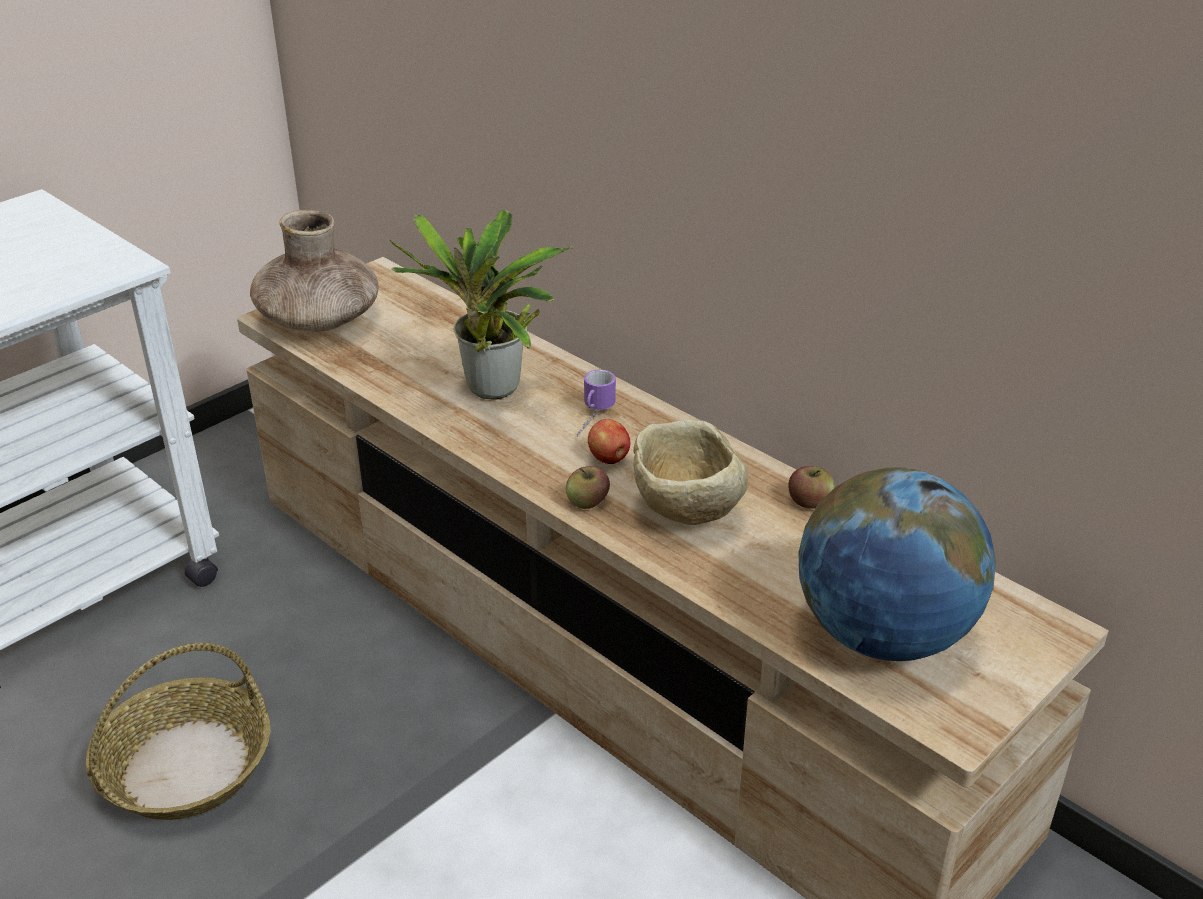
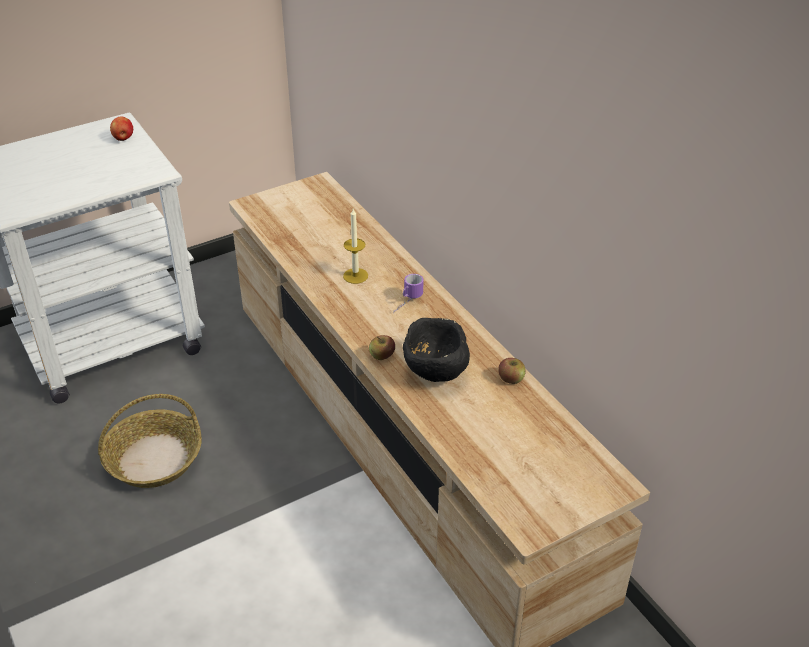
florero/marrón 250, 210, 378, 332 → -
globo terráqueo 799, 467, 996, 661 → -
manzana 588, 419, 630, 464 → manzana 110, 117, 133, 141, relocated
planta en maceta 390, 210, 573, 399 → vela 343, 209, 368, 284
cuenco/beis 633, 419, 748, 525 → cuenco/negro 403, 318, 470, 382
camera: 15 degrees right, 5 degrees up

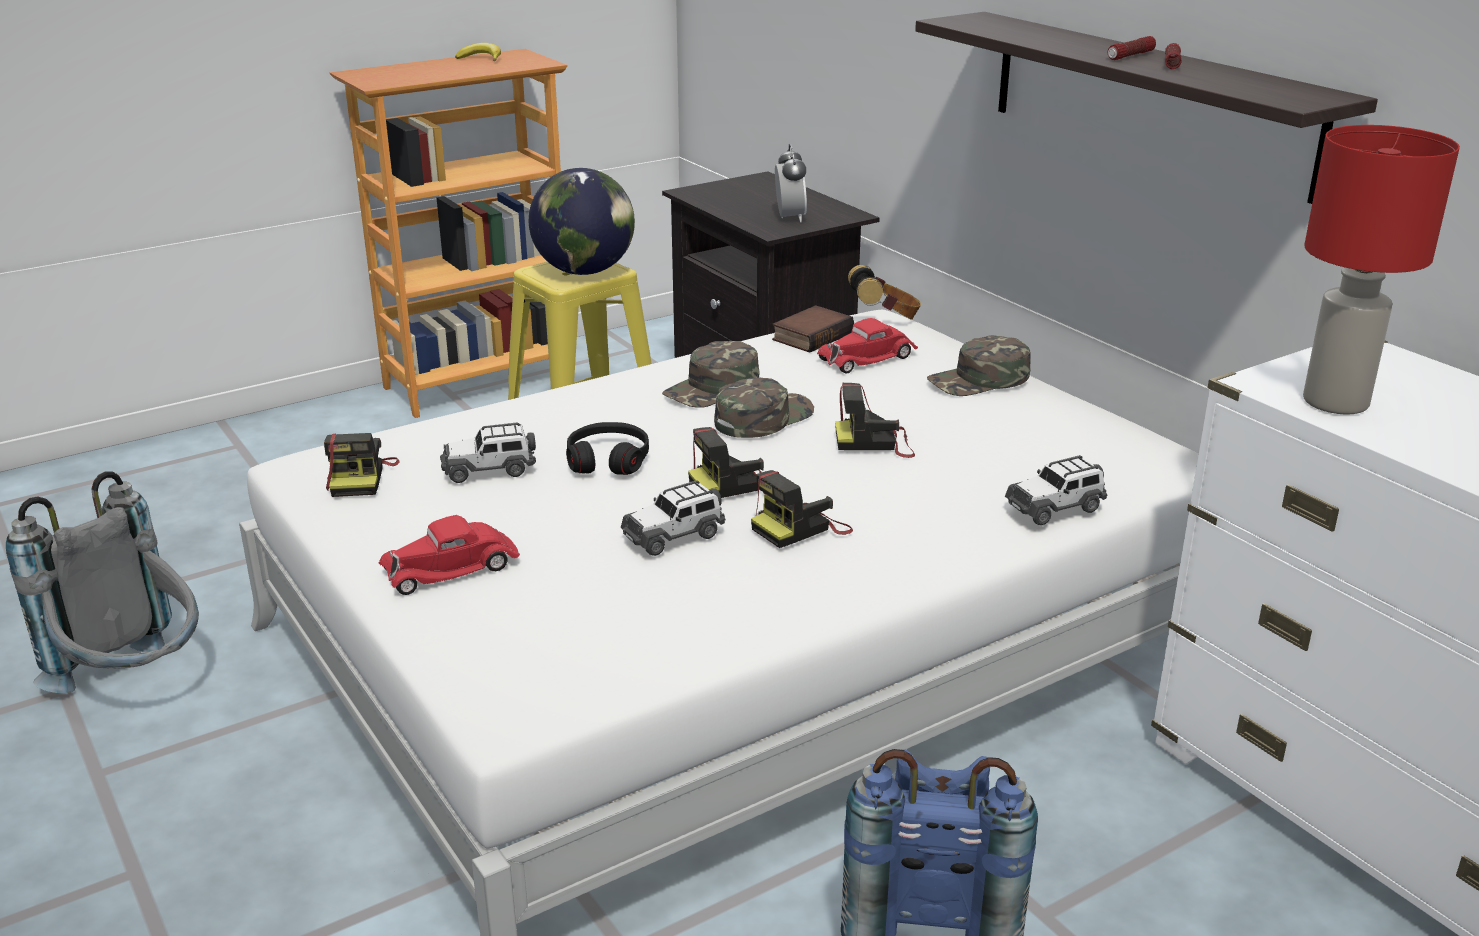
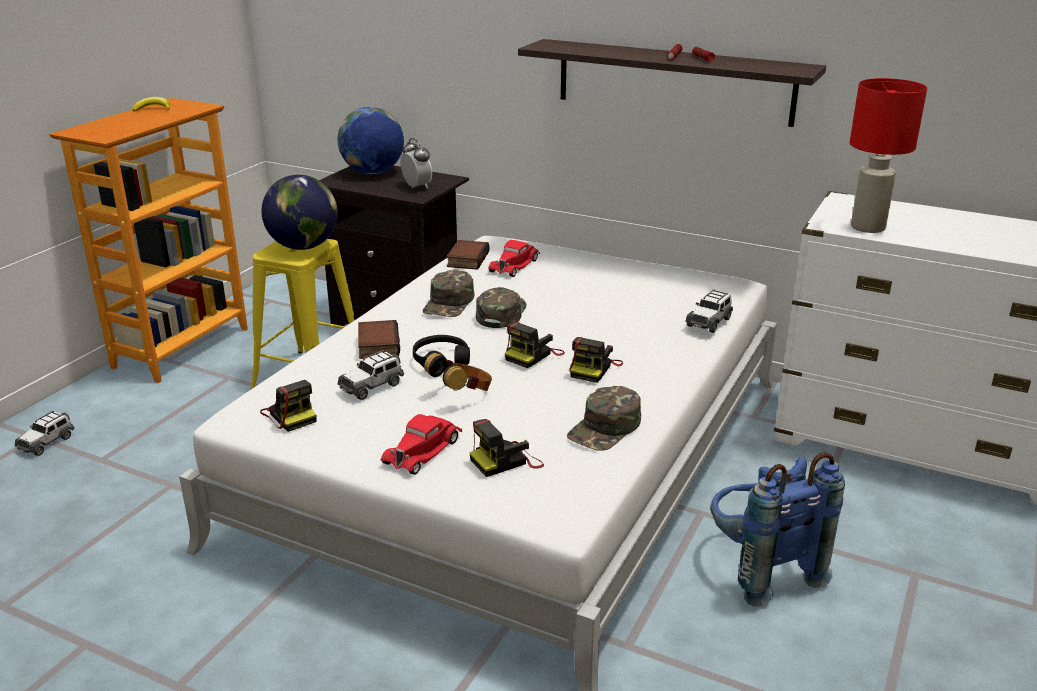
mochila/gris 6, 471, 199, 693 → -
- → globo terráqueo 338, 107, 404, 174
- → libro 358, 320, 400, 359
coche de juguete 621, 480, 726, 556 → coche de juguete 15, 411, 75, 456, relocated
cámara 835, 383, 915, 458 → cámara 470, 419, 544, 477, relocated
auriculares 848, 265, 921, 320 → auriculares 424, 353, 492, 391, relocated
gorra/verde 927, 335, 1031, 396 → gorra/verde 567, 386, 641, 451, relocated
camera: 30 degrees left, 0 degrees up

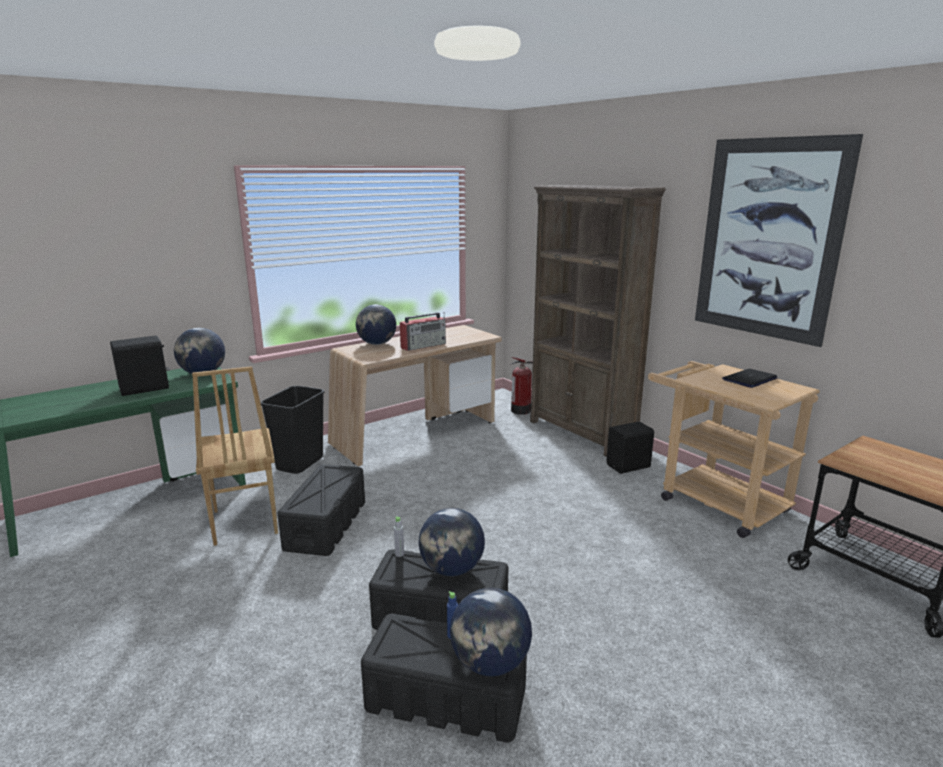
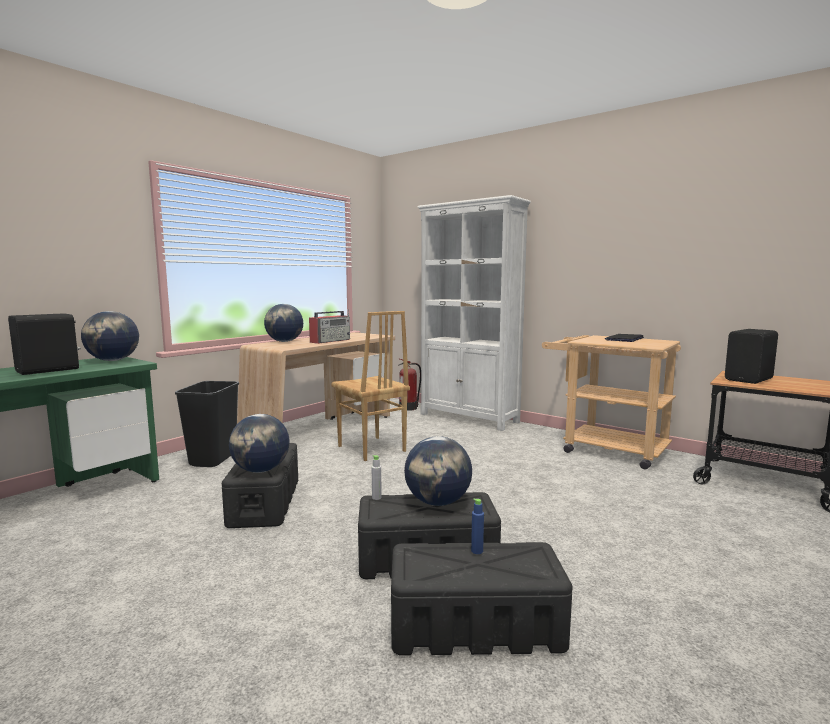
cuadro 695, 134, 863, 347 → -
silla/marrón 192, 366, 278, 546 → silla/marrón 331, 311, 410, 461, relocated
globo terráqueo 450, 588, 532, 676 → globo terráqueo 229, 414, 290, 473, relocated
altavoz/negro 606, 421, 654, 474 → altavoz/negro 725, 329, 778, 384, relocated
estantería/marrón 530, 185, 666, 457 → estantería/blanco 417, 195, 531, 431
camera: 15 degrees left, 10 degrees down

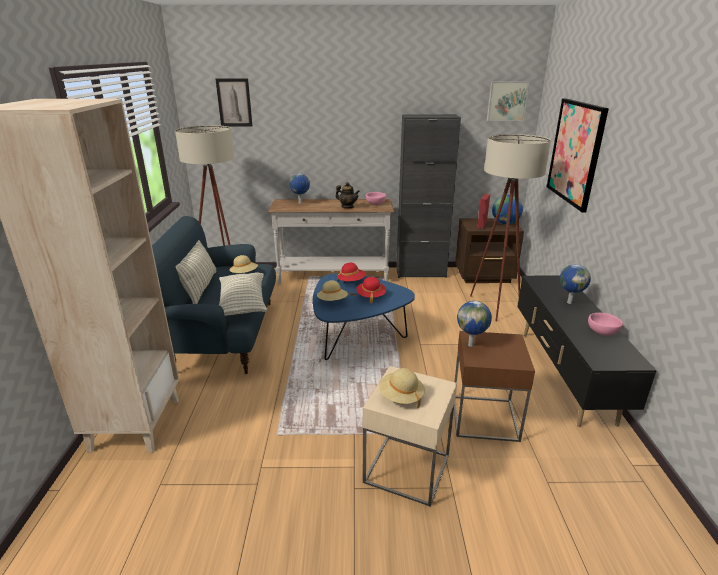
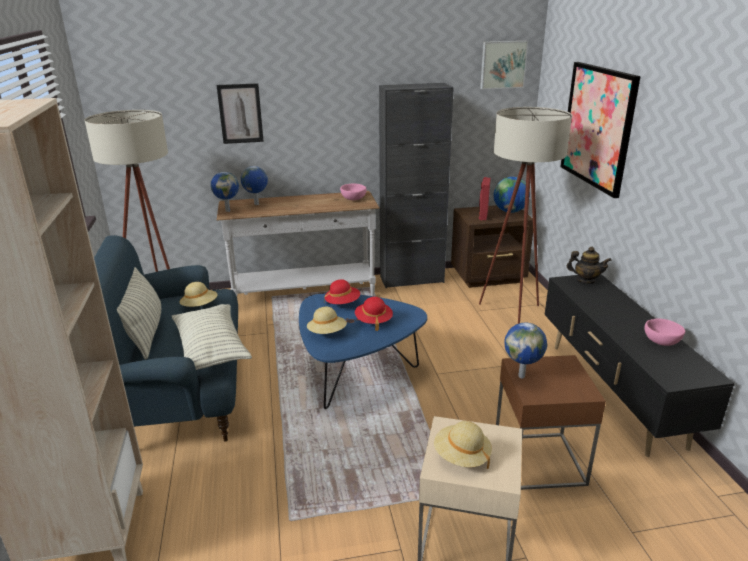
cuadro 215, 78, 252, 127 → cuadro 217, 83, 264, 144, relocated
tetera 335, 182, 360, 208 → tetera 567, 247, 612, 284, relocated
globo terráqueo 560, 264, 591, 304 → globo terráqueo 211, 172, 239, 212, relocated
camera: 10 degrees left, 0 degrees up

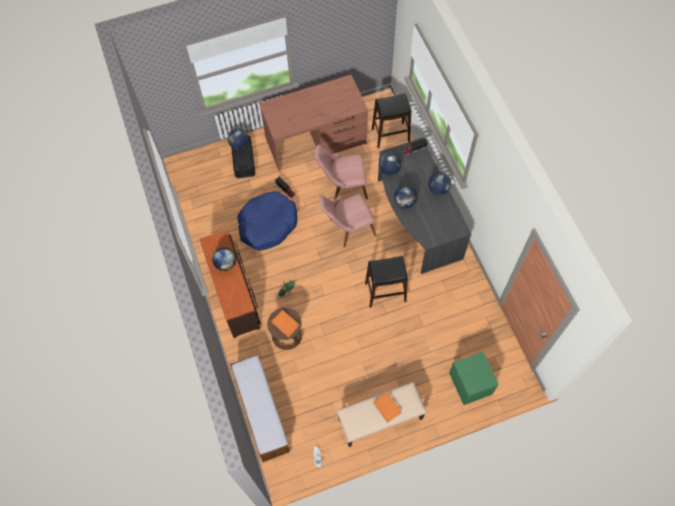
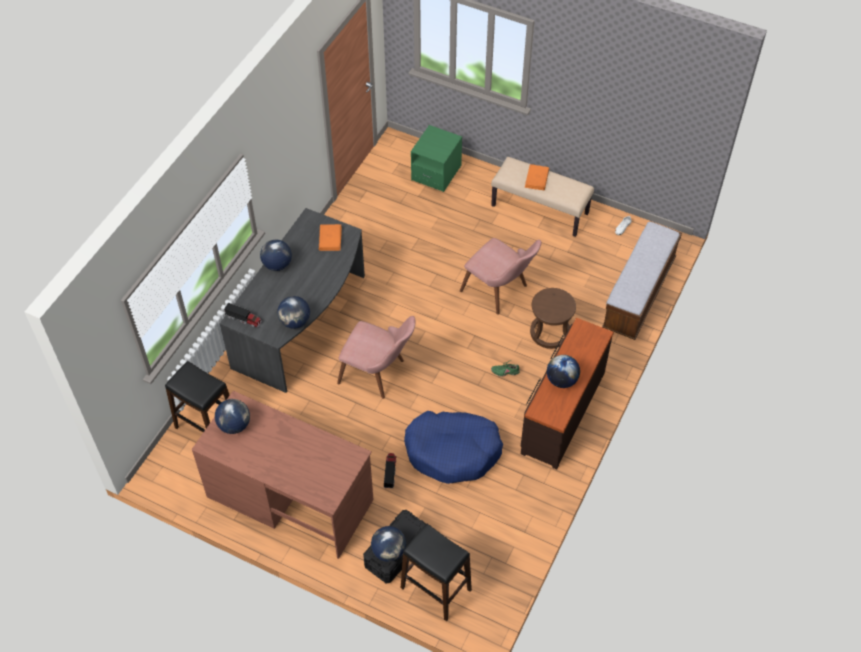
libro/naranja 272, 310, 300, 337 → libro/naranja 319, 224, 342, 251, relocated
silla/rosa 315, 144, 368, 200 → silla/rosa 460, 238, 542, 315, relocated
taburete/negro 365, 256, 408, 308 → taburete/negro 401, 524, 472, 621, relocated
globo terráqueo 394, 185, 417, 209 → globo terráqueo 215, 399, 250, 434, relocated
camera: 135 degrees left, 10 degrees down

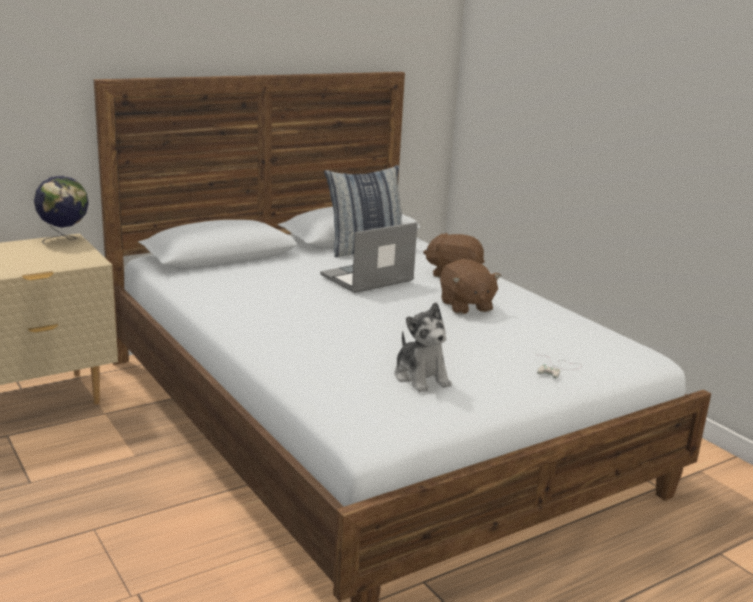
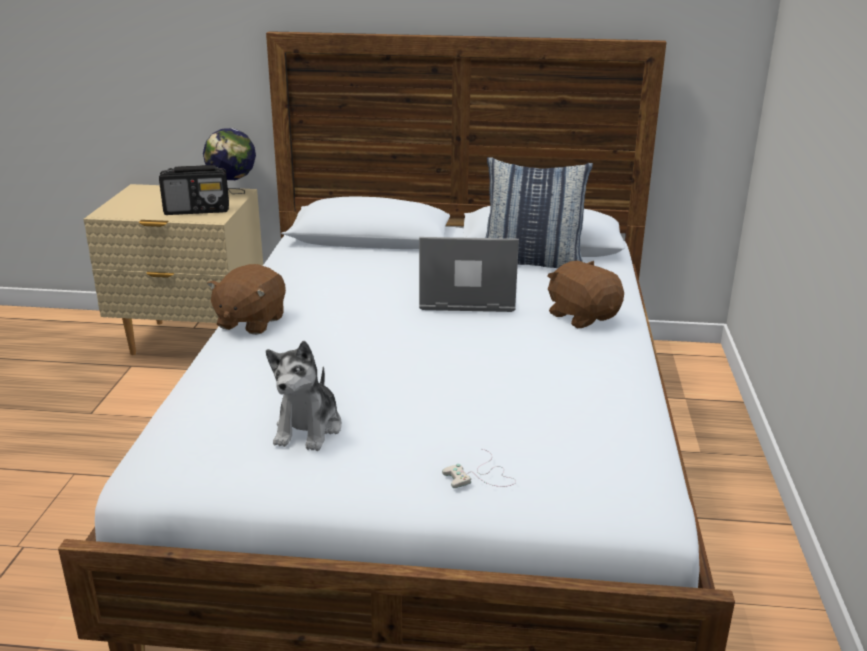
- → radio 159, 165, 229, 215
peluche/marrón 440, 259, 501, 314 → peluche/marrón 207, 264, 286, 335, relocated
camera: 40 degrees right, 5 degrees up

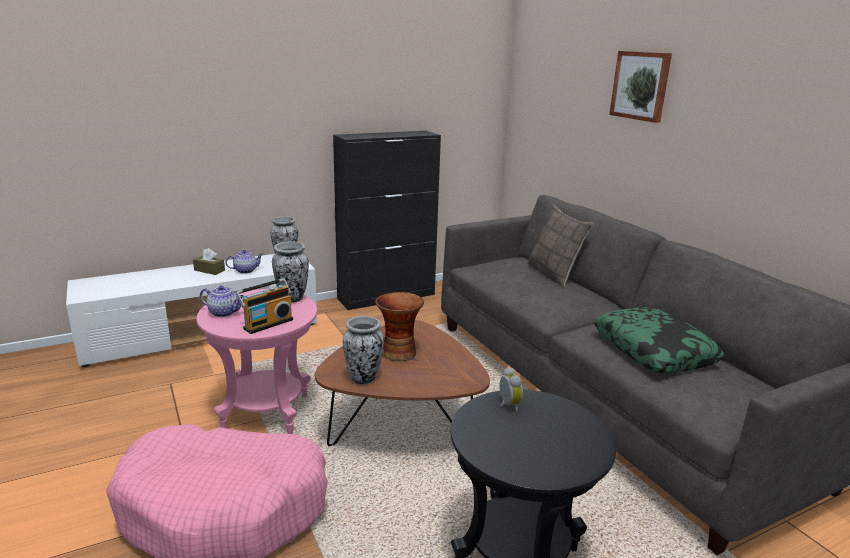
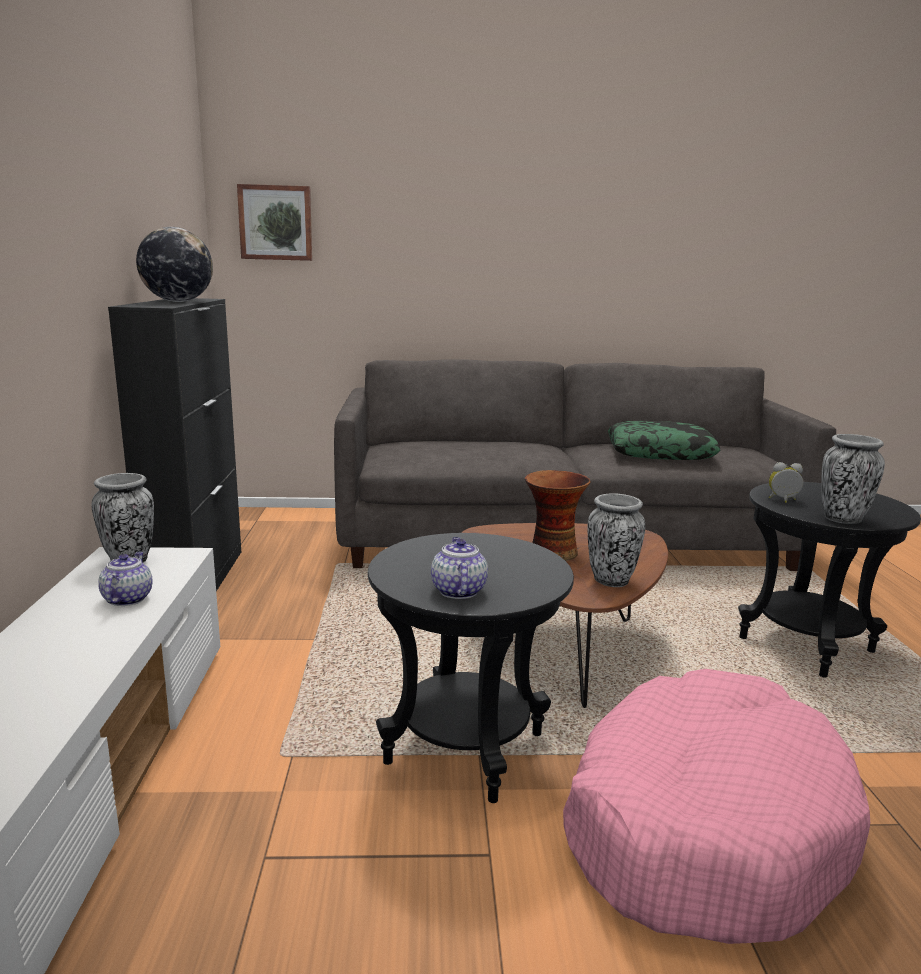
caja de pañuelos/marrón 193, 248, 225, 275 → -
radio 236, 278, 293, 334 → -
cojín 527, 205, 594, 288 → -
- → globo terráqueo 136, 227, 213, 302
florero 272, 242, 309, 303 → florero 821, 434, 885, 524, relocated
cuadro 609, 51, 672, 123 → cuadro 237, 184, 312, 261, relocated
mesa auxiliar/rosa 196, 289, 317, 434 → mesa auxiliar/negro 368, 533, 574, 803
tetera 200, 286, 244, 317 → tetera 431, 537, 488, 599, 45 degrees counterclockwise
camera: 65 degrees left, 5 degrees down

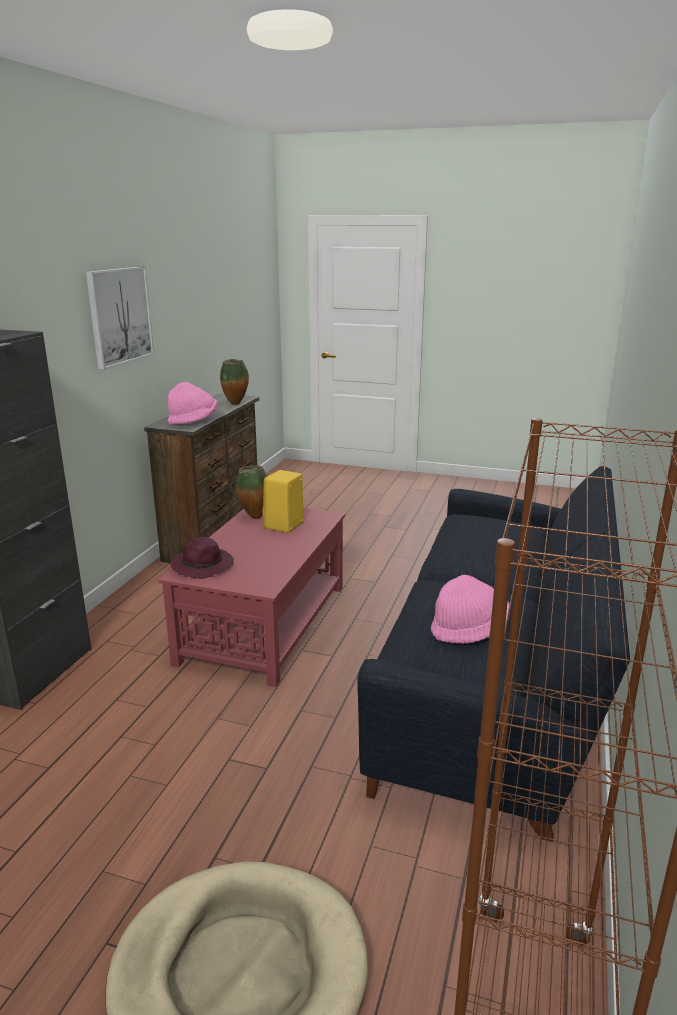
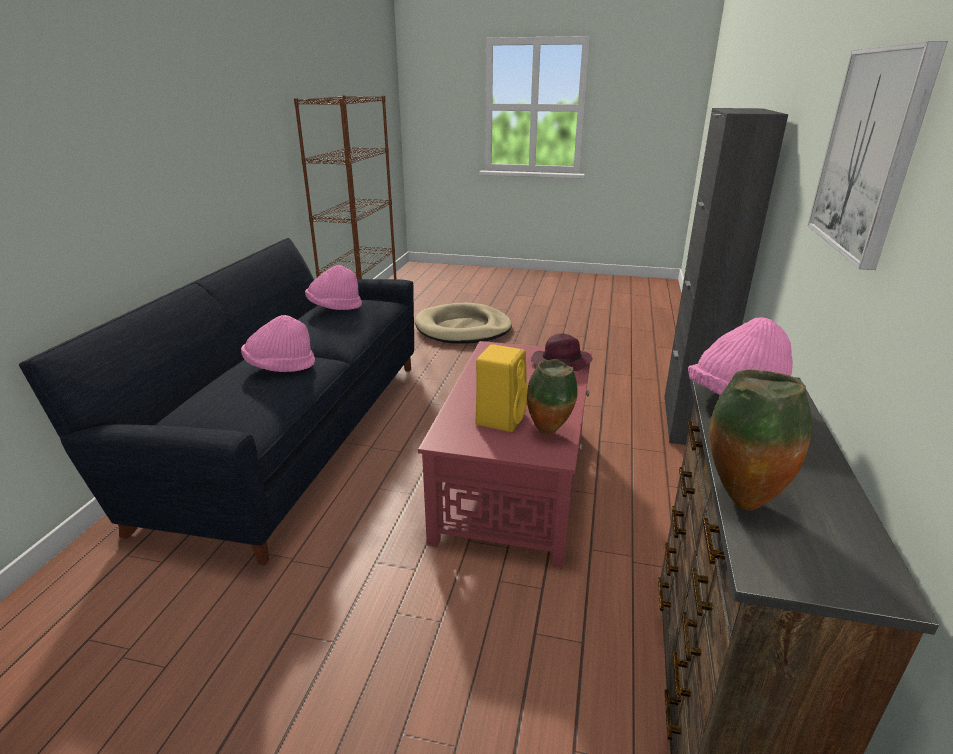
- → sombrero/rosa 241, 315, 315, 372
camera: 175 degrees right, 5 degrees up

